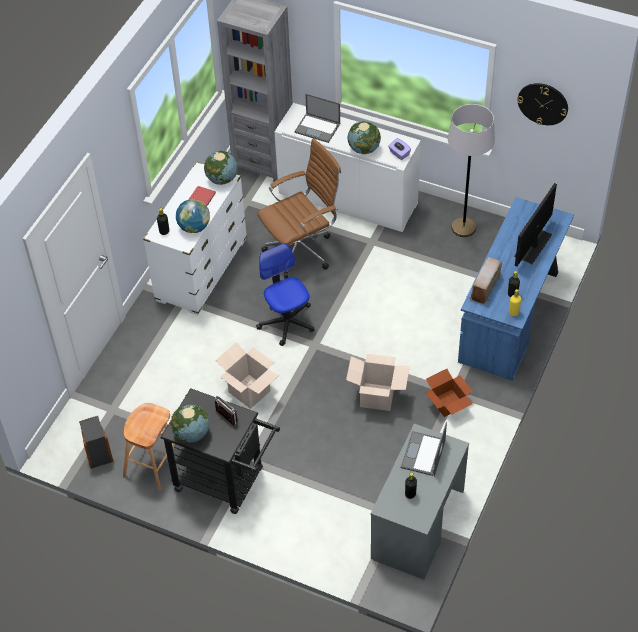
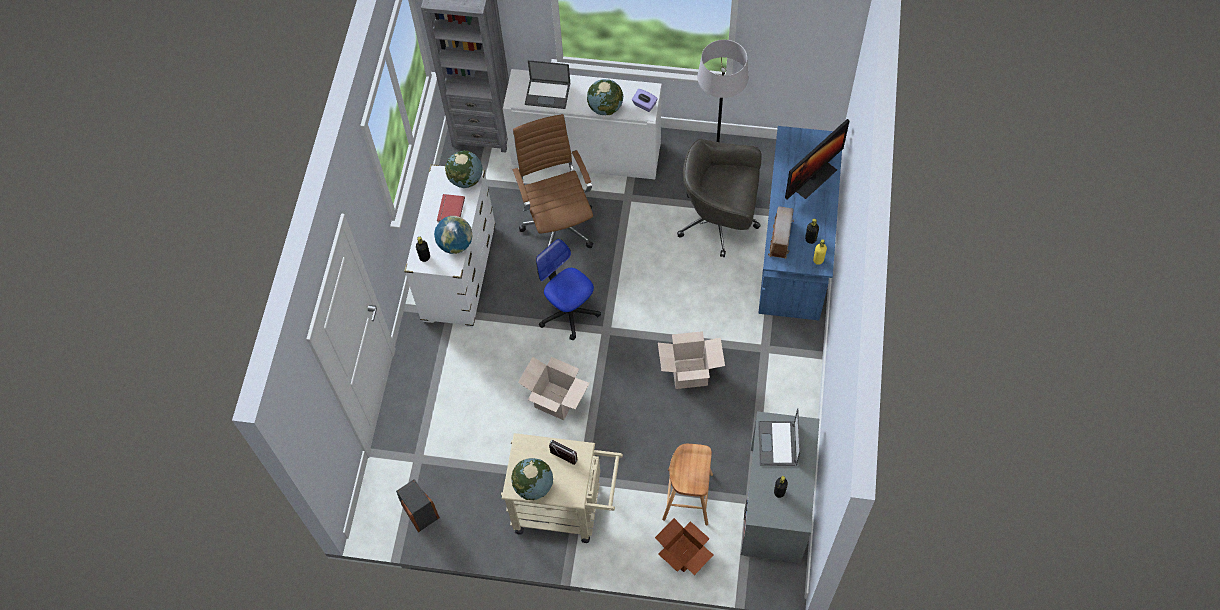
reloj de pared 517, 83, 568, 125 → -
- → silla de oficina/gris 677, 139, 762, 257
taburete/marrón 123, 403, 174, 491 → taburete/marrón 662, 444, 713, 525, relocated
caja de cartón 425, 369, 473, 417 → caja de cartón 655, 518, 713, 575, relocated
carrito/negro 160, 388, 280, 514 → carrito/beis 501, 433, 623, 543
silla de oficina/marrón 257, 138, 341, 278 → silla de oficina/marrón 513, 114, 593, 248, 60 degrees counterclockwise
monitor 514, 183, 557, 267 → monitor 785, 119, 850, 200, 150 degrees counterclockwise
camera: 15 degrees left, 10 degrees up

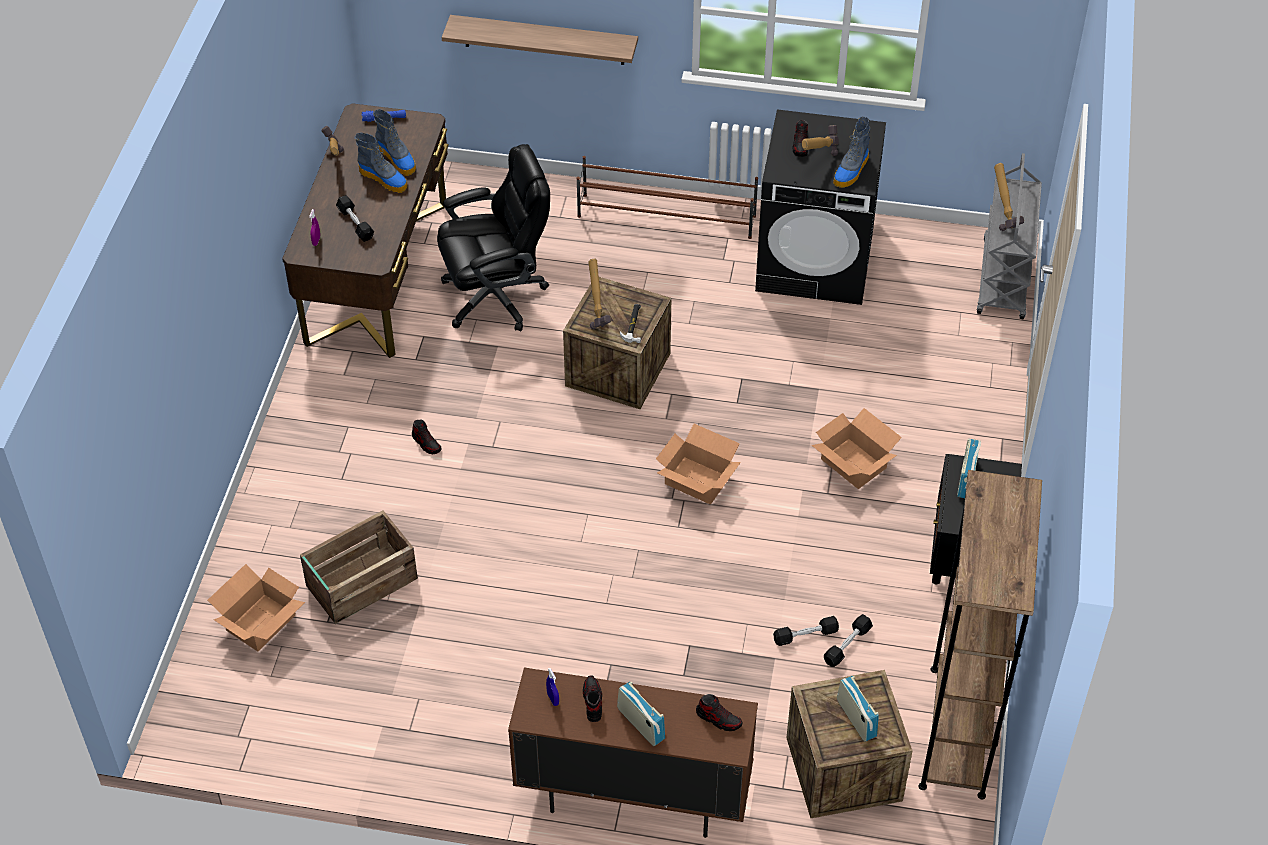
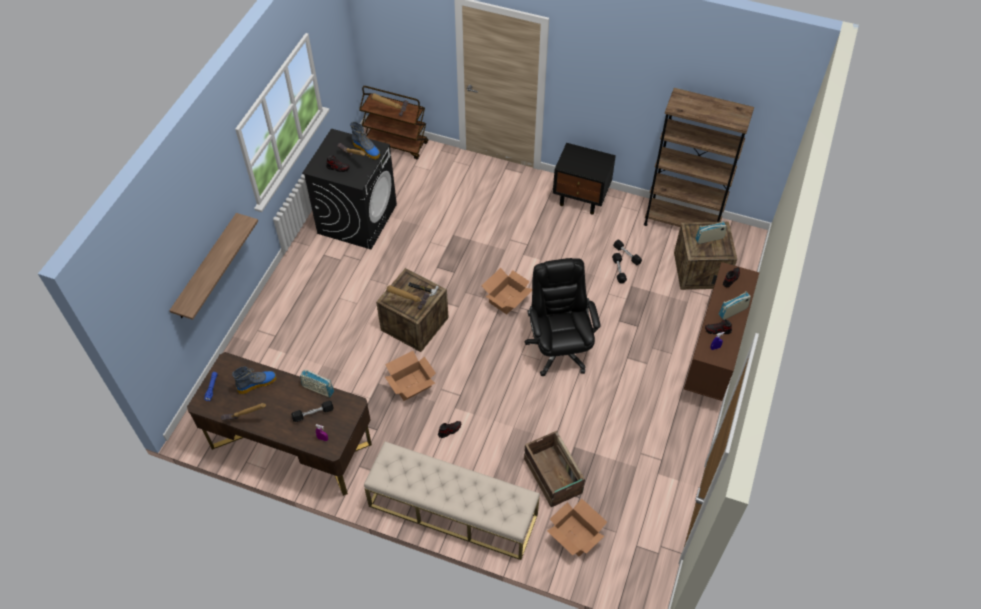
bota 355, 133, 408, 193 → -
zapatero/marrón 577, 156, 758, 239 → -
- → banco/beis 364, 441, 540, 560
silla de oficina/negro 437, 144, 550, 331 → silla de oficina/negro 525, 258, 601, 376, relocated
caja de cartón 812, 408, 902, 489 → caja de cartón 385, 351, 436, 401, relocated
radio 957, 439, 981, 498 → radio 300, 369, 334, 397, relocated
carrito/gris 977, 153, 1042, 319 → carrito/marrón 359, 86, 428, 159
camera: 80 degrees left, 5 degrees up

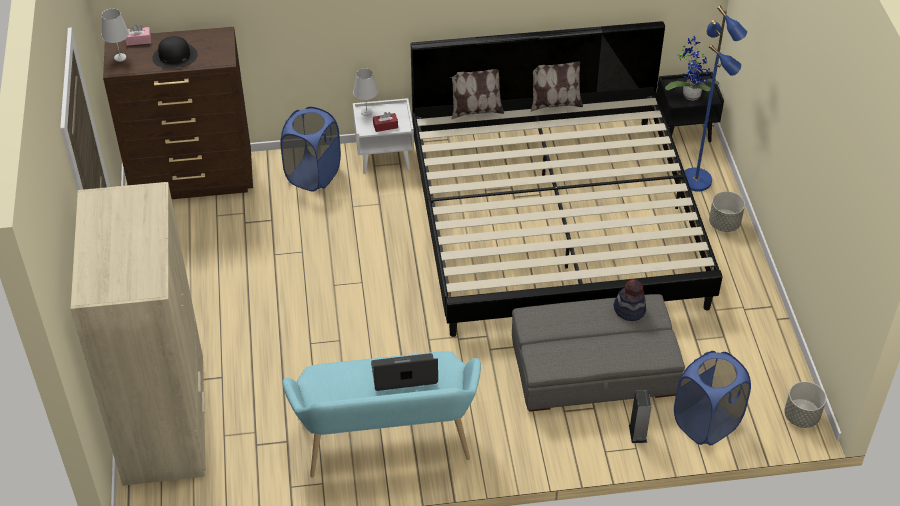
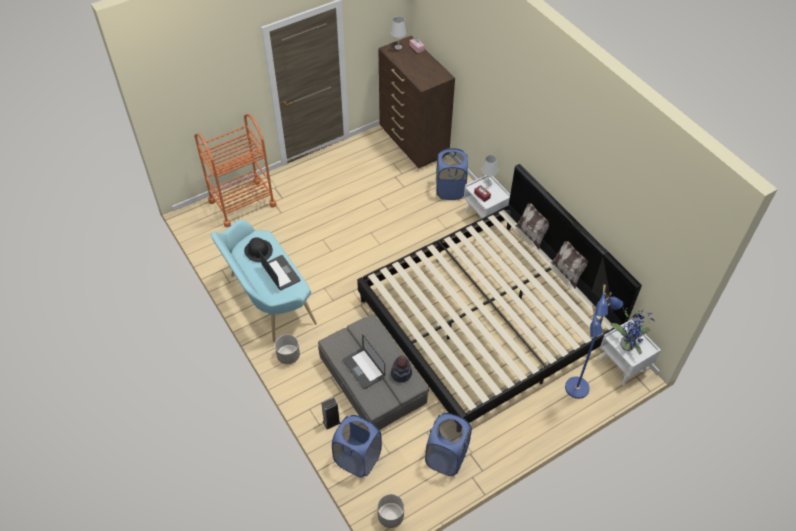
- → portátil 343, 334, 385, 389
- → cesto de la ropa/azul 425, 413, 472, 476
sombrero/negro 152, 36, 198, 68 → sombrero/negro 244, 237, 273, 262, relocated
maceta/gris 709, 191, 745, 232 → maceta/gris 275, 335, 300, 364, relocated
armario ropero/beis 71, 182, 206, 486 → carrito/naranja 194, 114, 277, 228
mesita de noche/negro 657, 72, 724, 142 → mesita de noche/blanco 600, 320, 661, 386
camera: 65 degrees right, 5 degrees up

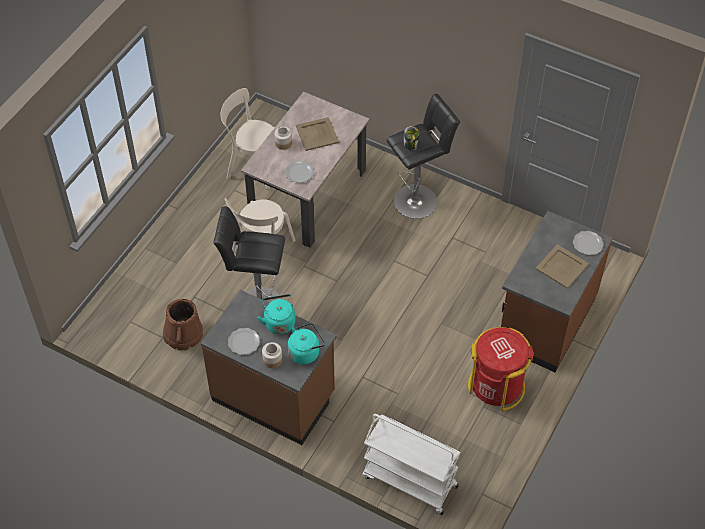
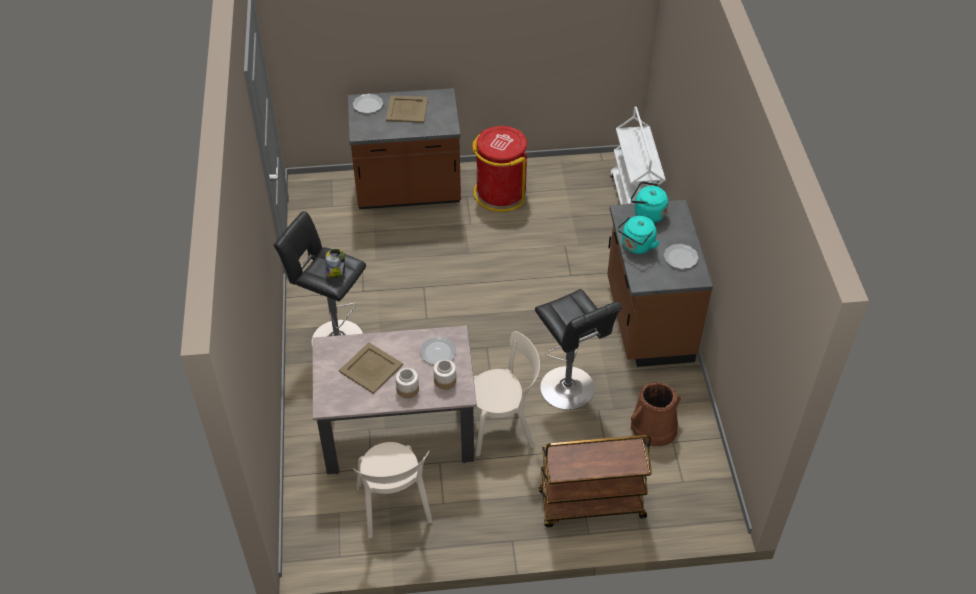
- → carrito/marrón 539, 435, 652, 528
tarro 262, 342, 282, 368 → tarro 433, 359, 456, 389, relocated
camera: 125 degrees left, 5 degrees down

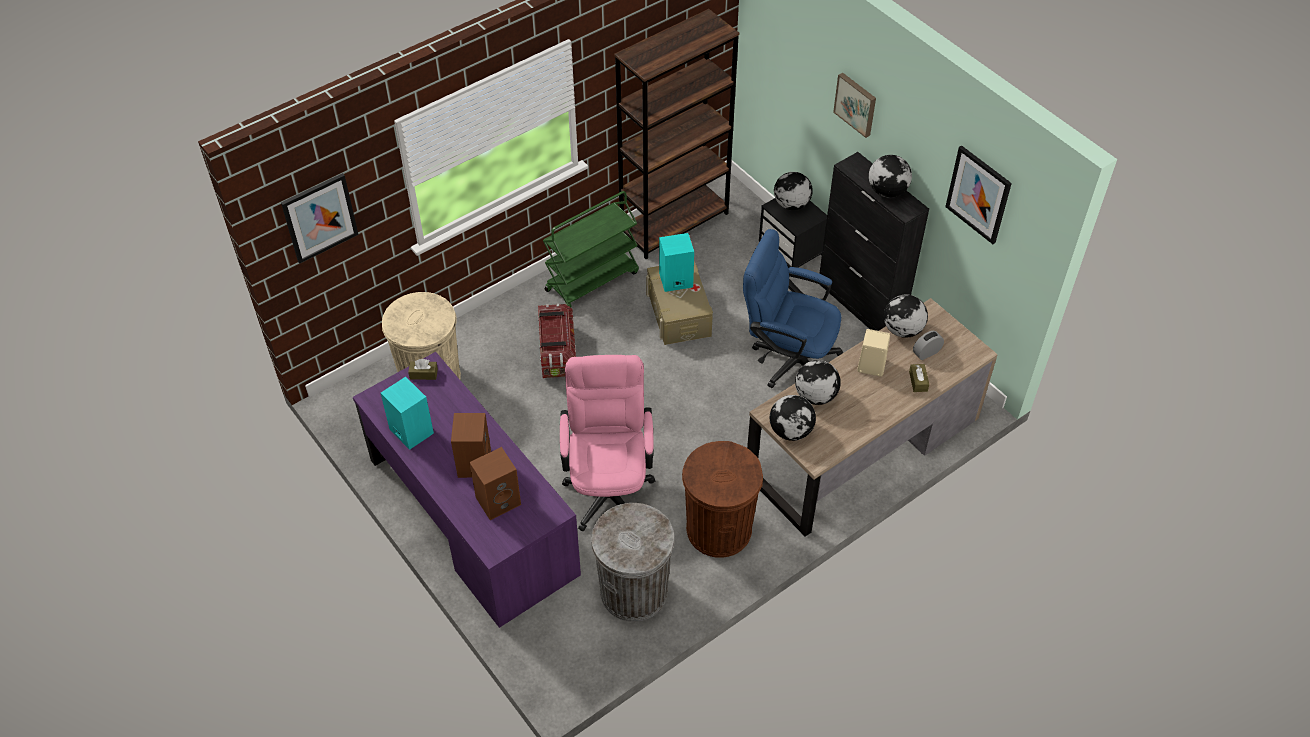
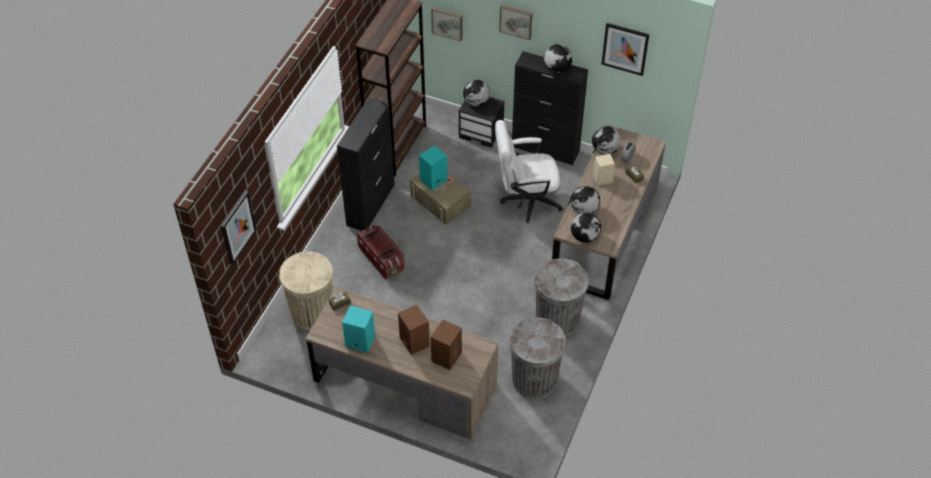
silla de oficina/rosa 560, 355, 655, 532 → -
- → cuadro 431, 7, 462, 42
carrito/verde 543, 191, 639, 307 → armario/negro 337, 98, 395, 231
escritorio/morado 353, 352, 581, 628 → escritorio/marrón 305, 287, 498, 439
papelera/marrón 682, 441, 763, 558 → papelera/gris 534, 259, 589, 337
silla de oficina/azul 743, 229, 843, 388 → silla de oficina/blanco 495, 120, 563, 223
camera: 30 degrees left, 0 degrees up

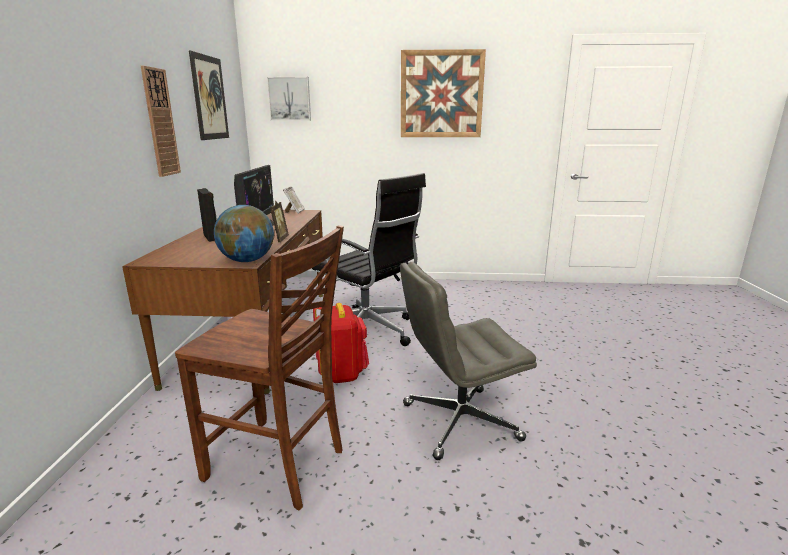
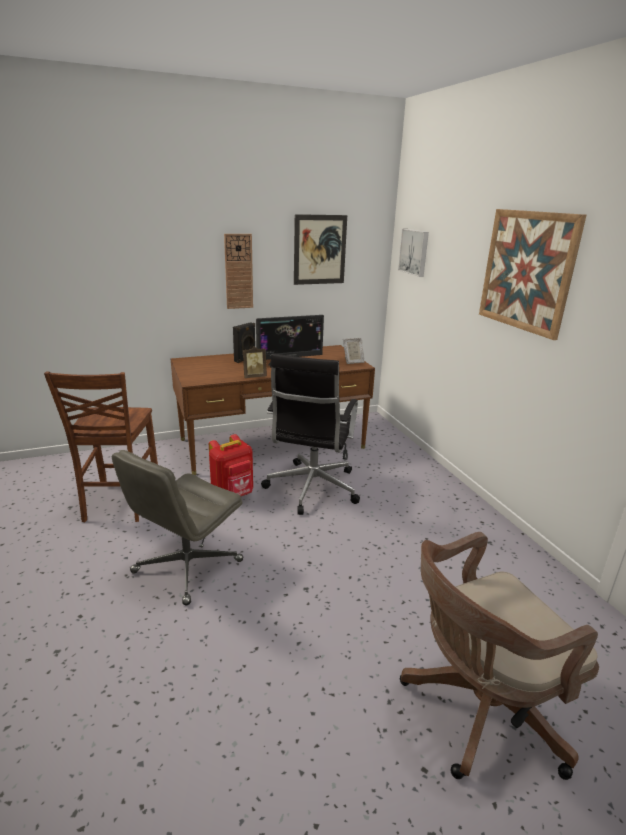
globo terráqueo 214, 205, 274, 262 → -
- → silla de oficina/marrón 400, 532, 599, 780
silla de oficina/gris 400, 262, 537, 460 → silla de oficina/gris 112, 450, 243, 605, 105 degrees counterclockwise
camera: 65 degrees right, 5 degrees up

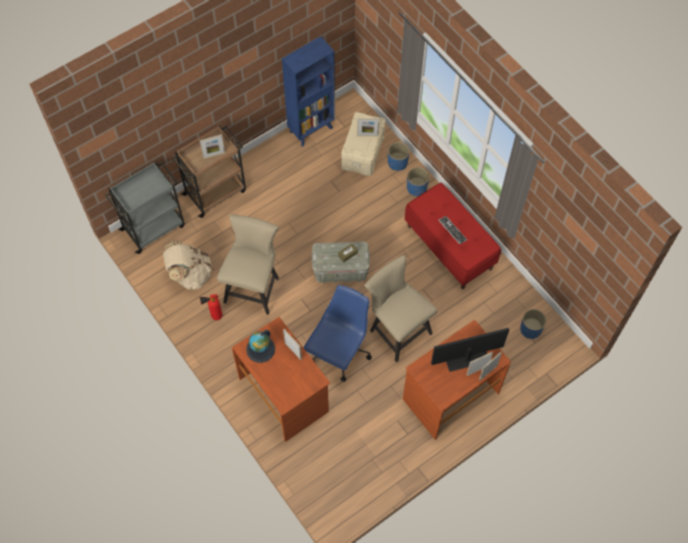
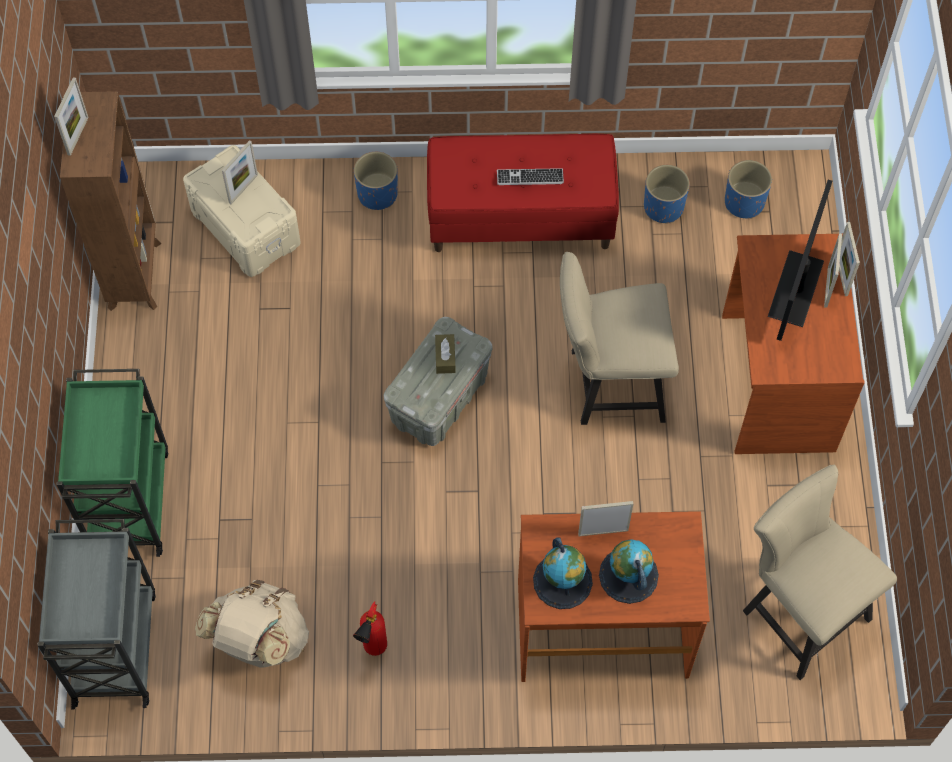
silla de oficina/azul 304, 285, 372, 382 → -
- → globo terráqueo 599, 539, 659, 604
portarretratos 200, 134, 225, 159 → portarretratos 54, 77, 89, 156, relocated
silla/beis 217, 214, 279, 315 → silla/beis 743, 465, 897, 680, relocated
maceta/azul 388, 142, 410, 171 → maceta/azul 644, 165, 690, 223, relocated
carrito/marrón 172, 126, 246, 218 → carrito/verde 56, 369, 169, 557
estantería/azul 282, 36, 335, 146 → estantería/marrón 60, 91, 161, 311
camera: 55 degrees left, 0 degrees up

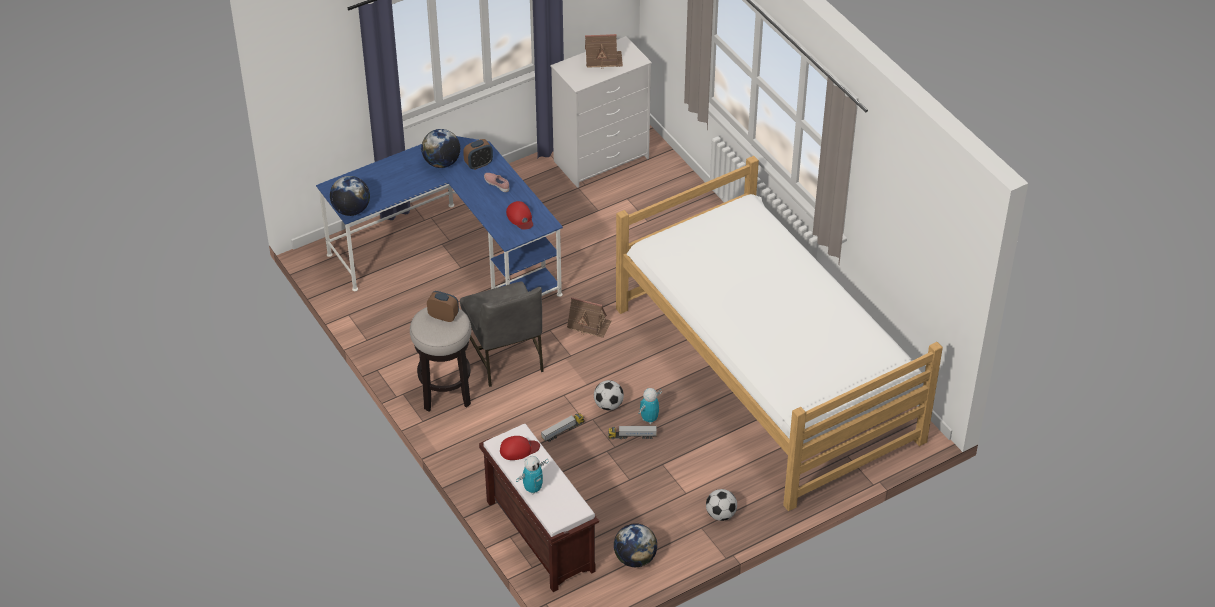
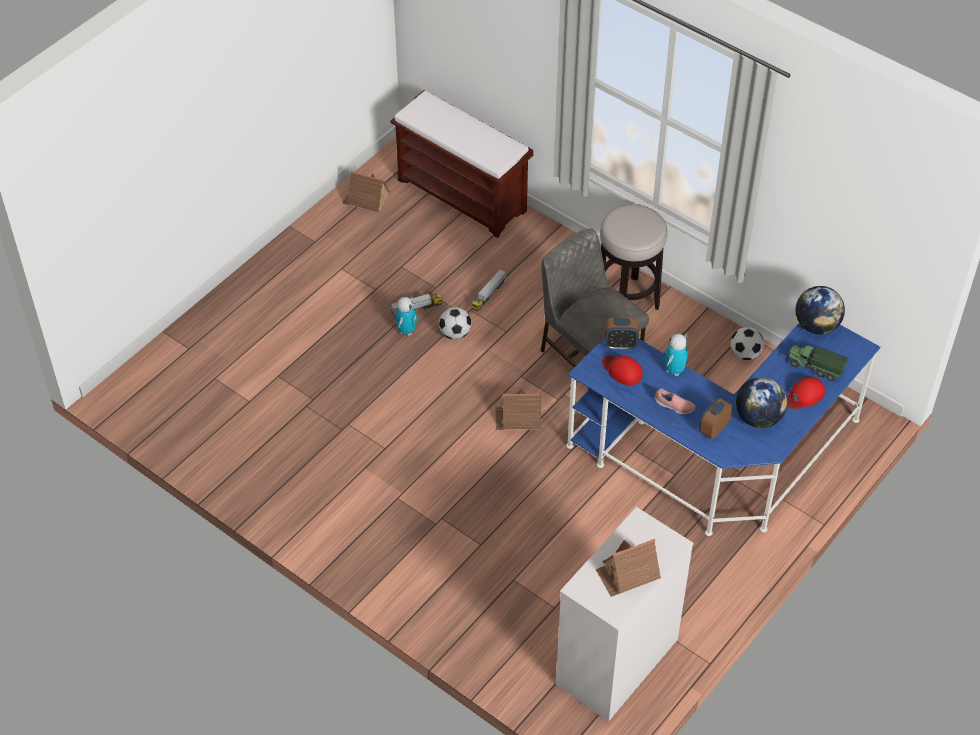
cama 616, 156, 943, 511 → -
- → camión de juguete 786, 344, 848, 381
despertador 427, 291, 459, 322 → despertador 604, 318, 639, 350, relocated
gorra/rojo 500, 436, 540, 460 → gorra/rojo 786, 376, 825, 409, relocated
robot de juguete 516, 456, 549, 495 → robot de juguete 664, 333, 688, 376, relocated
balón de fútbol 706, 489, 737, 521 → balón de fútbol 730, 327, 764, 360, relocated
globo terráqueo 614, 523, 657, 567 → casita 342, 171, 390, 213
camera: 160 degrees right, 5 degrees up

